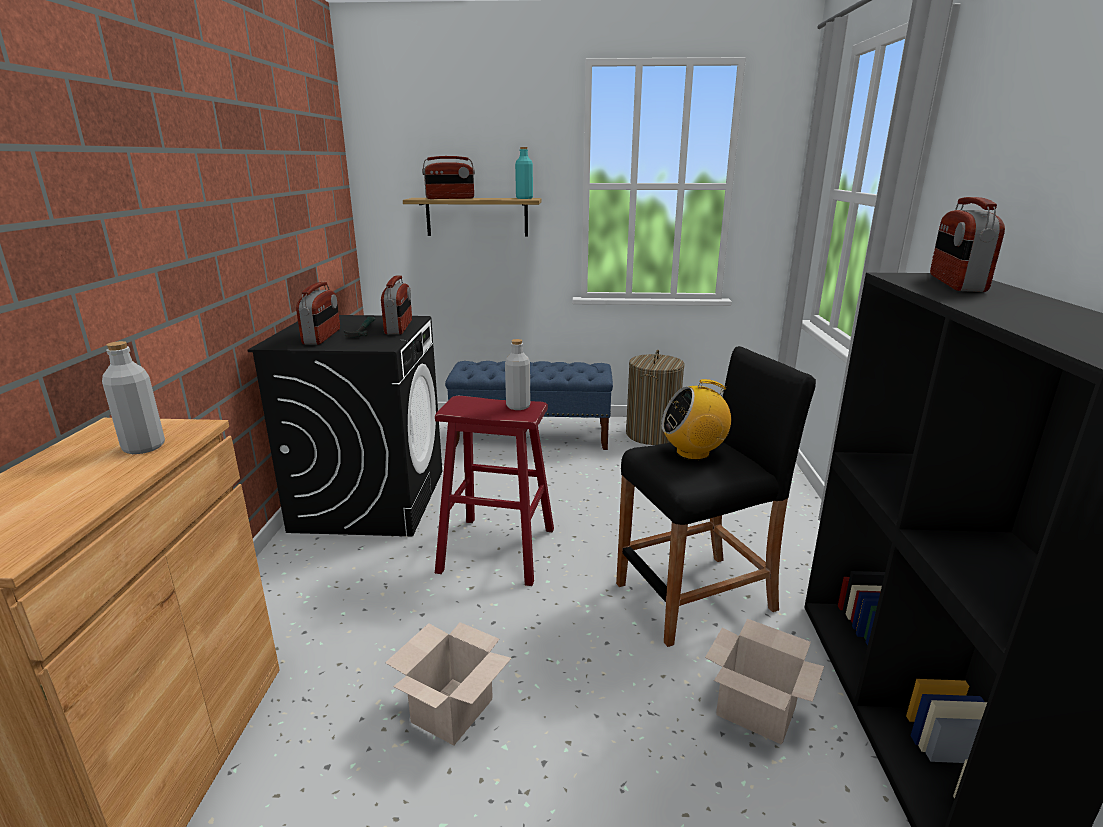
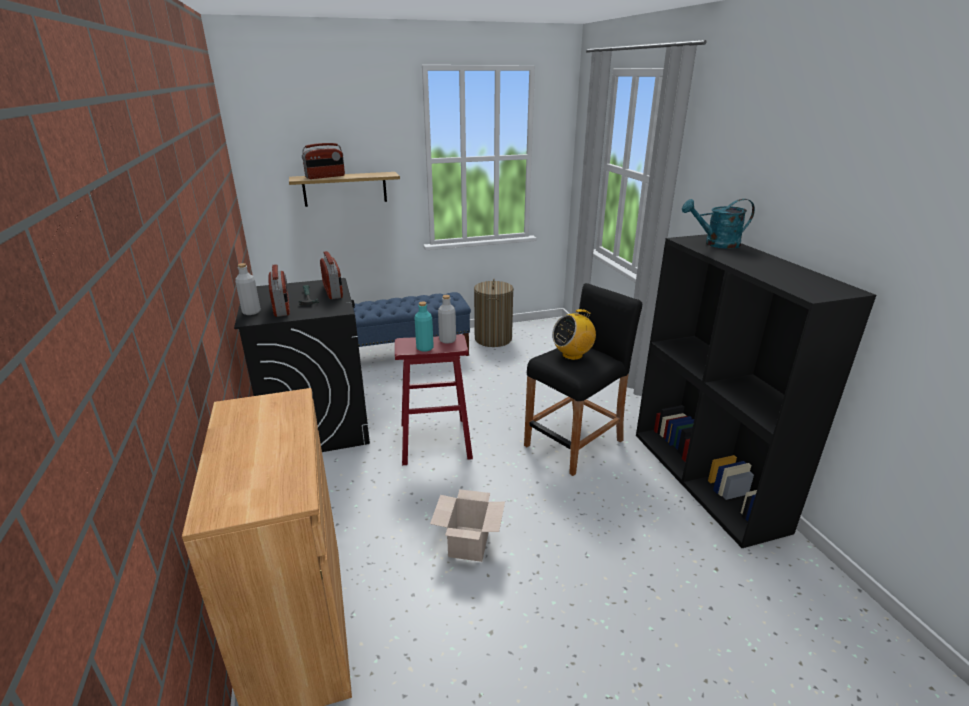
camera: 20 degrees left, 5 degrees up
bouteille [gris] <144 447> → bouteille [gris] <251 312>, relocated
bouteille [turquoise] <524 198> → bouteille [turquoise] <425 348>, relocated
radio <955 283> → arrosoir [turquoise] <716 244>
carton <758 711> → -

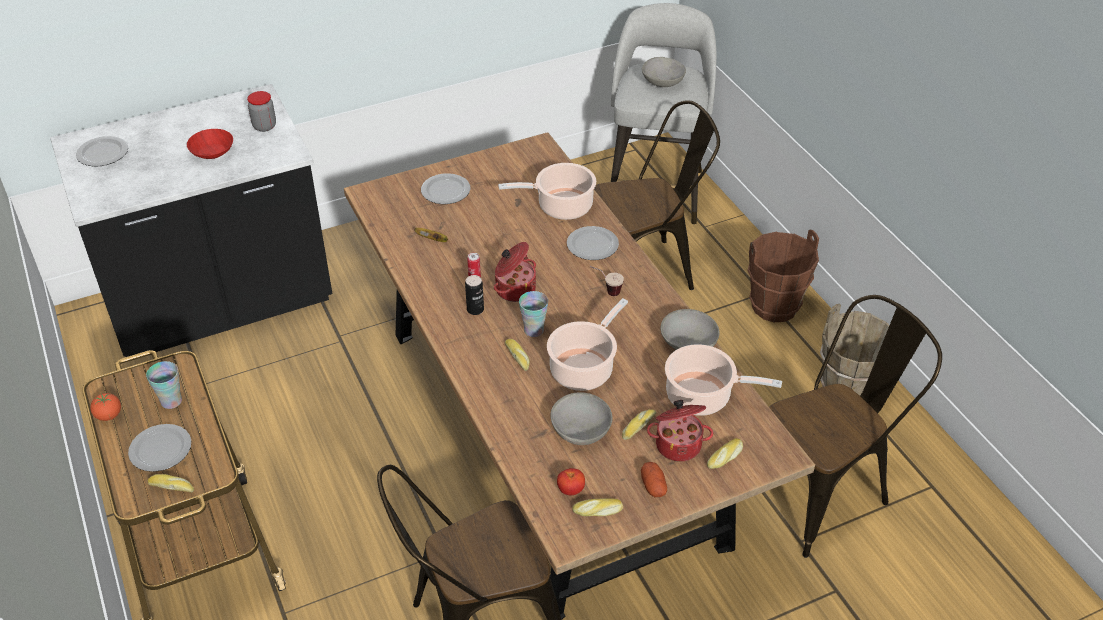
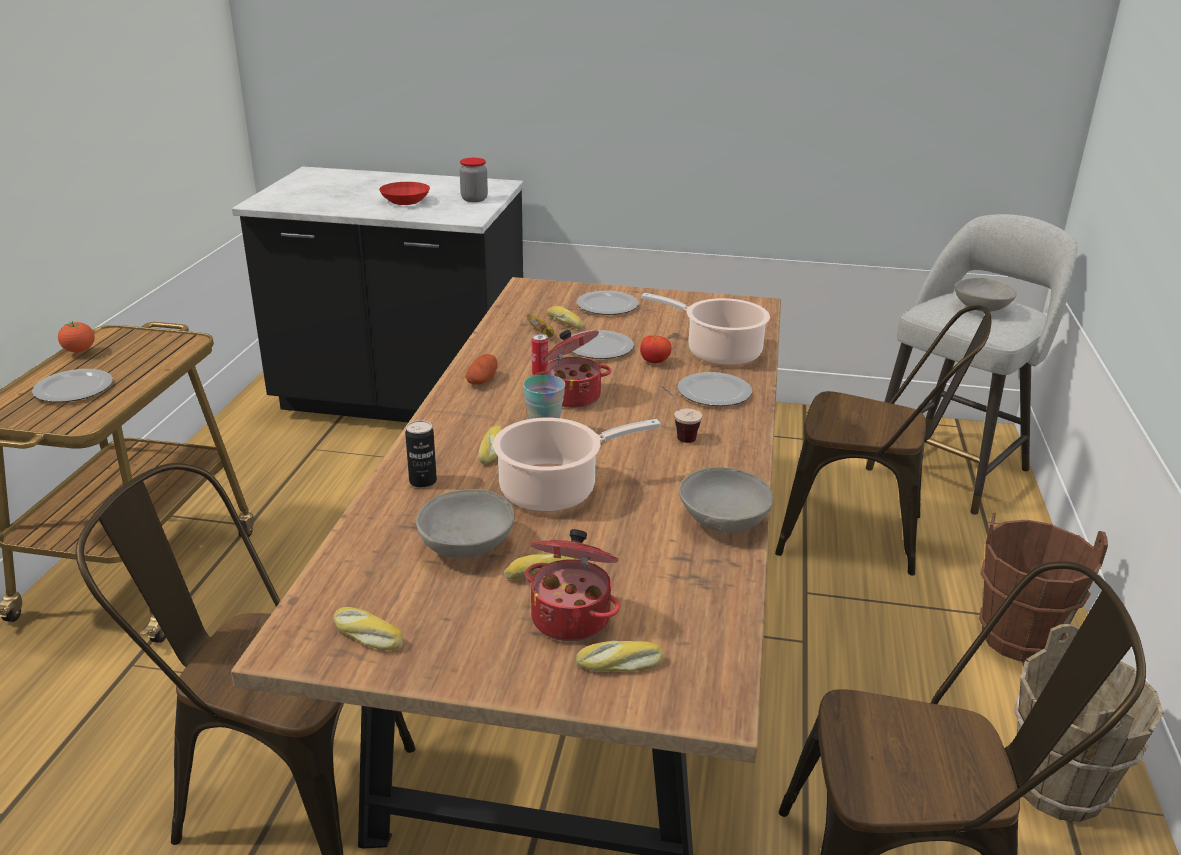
camera: 35 degrees right, 15 degrees down
boîte métallique <475 309> → boîte métallique <423 481>, relocated
pomme de terre <653 486> → pomme de terre <482 380>, relocated
pain <172 486> → pain <565 323>, relocated
assiette <102 154> → assiette <598 348>, relocated
tomate <571 490> → tomate <655 362>, relocated
tasse <171 401> → -
marmite <702 397> → -

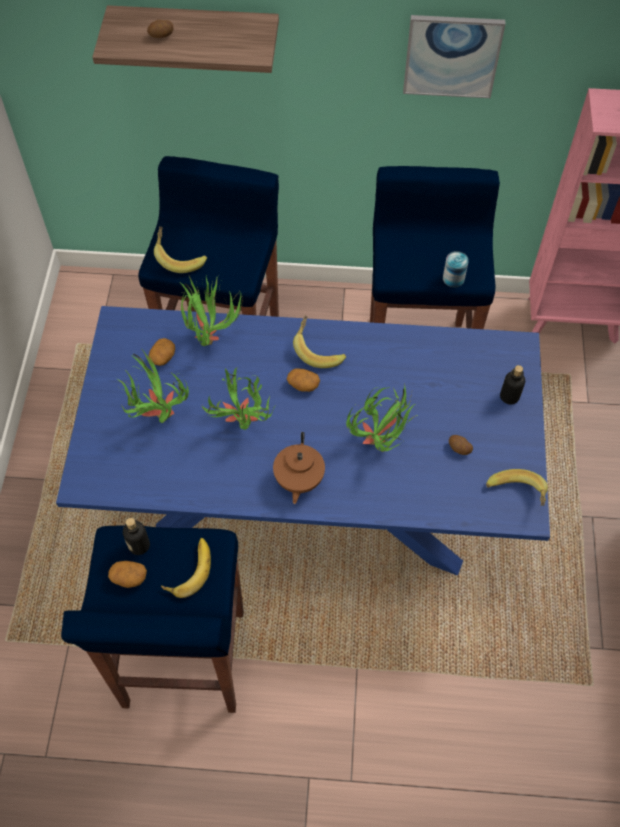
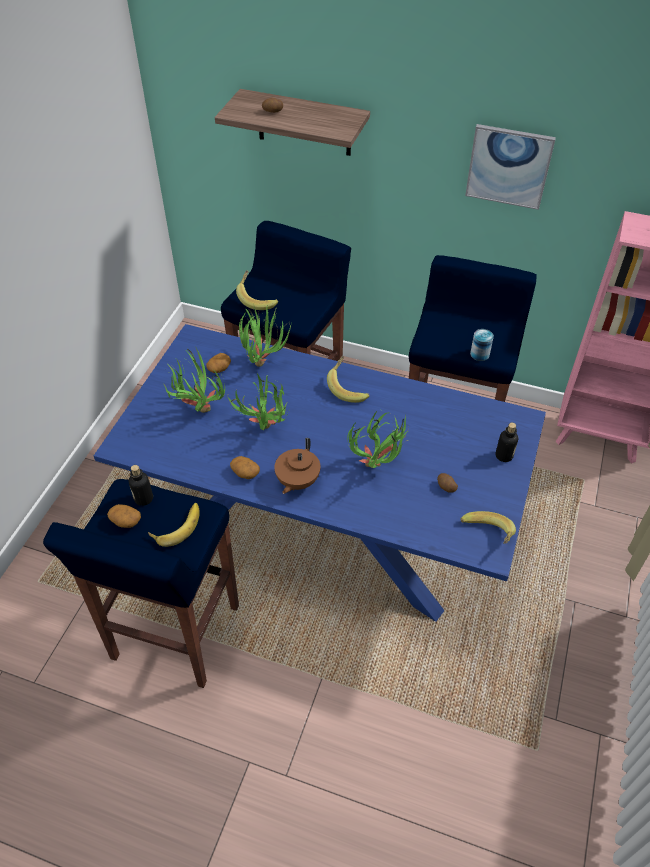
camera: 15 degrees right, 10 degrees down
pomme de terre <303 385> → pomme de terre <245 472>, relocated

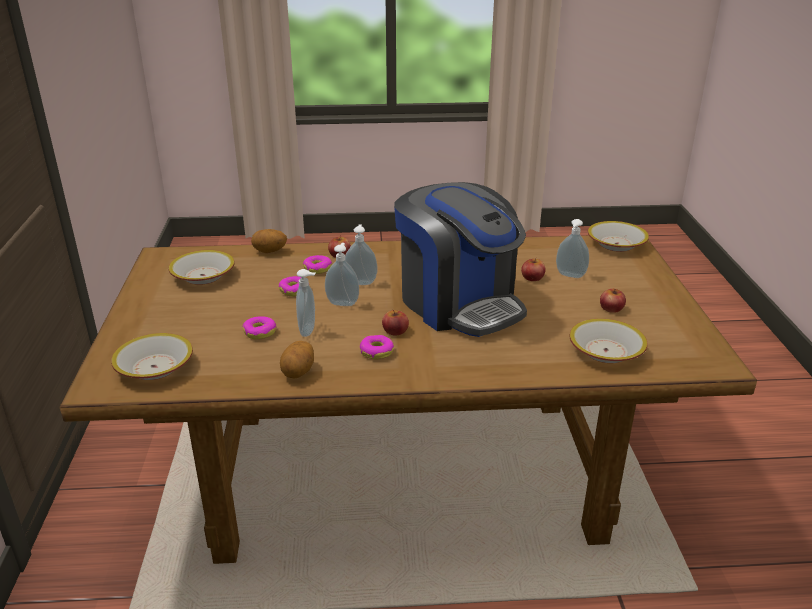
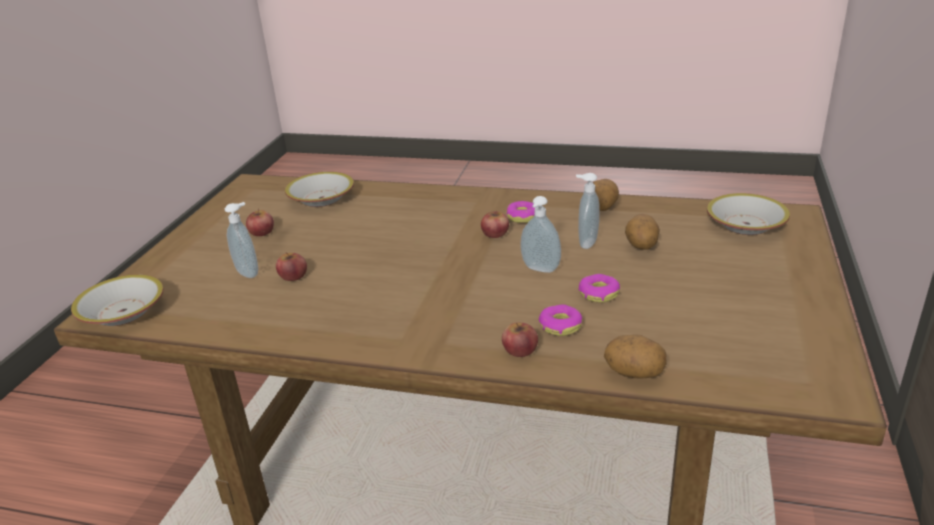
camera: 160 degrees left, 0 degrees up
beignet <260 332> → pomme de terre <641 246>
bol <202 276> → -
distributeur de savon <361 282> → -
machine à café <459 303> → -

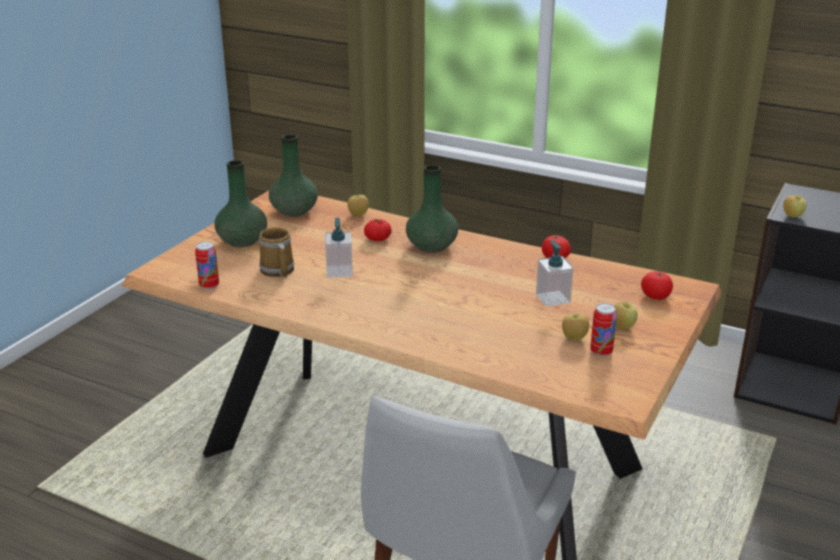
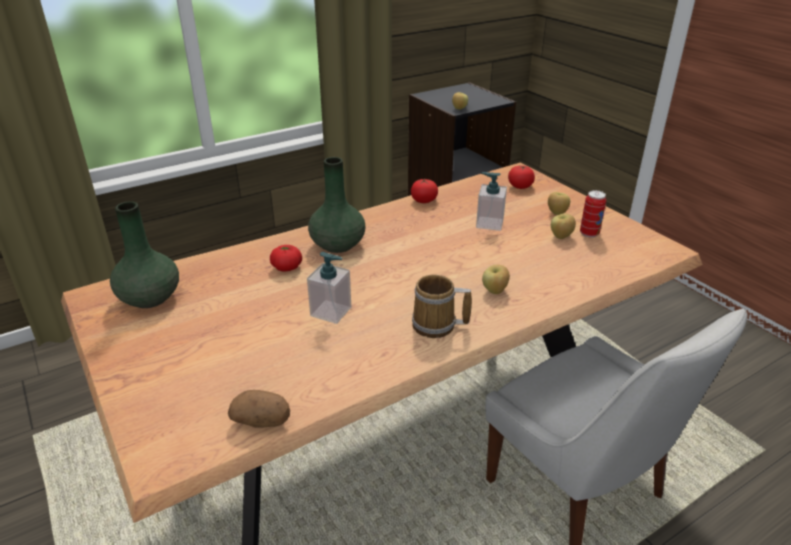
camera: 60 degrees left, 5 degrees up
boîte métallique <209 286> → pomme de terre <262 421>
mug <277 270> → mug <437 326>, relocated
pomme <358 215> → pomme <495 291>, relocated
vase [vert] <242 240> → -

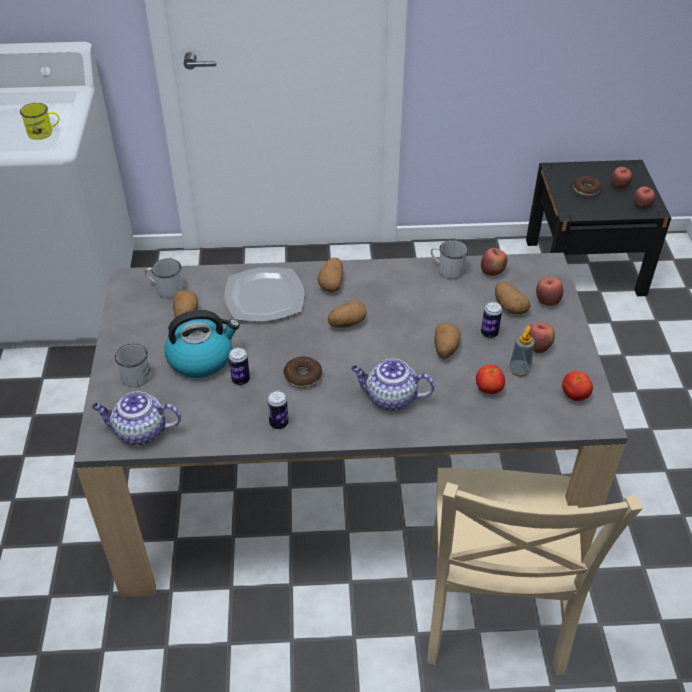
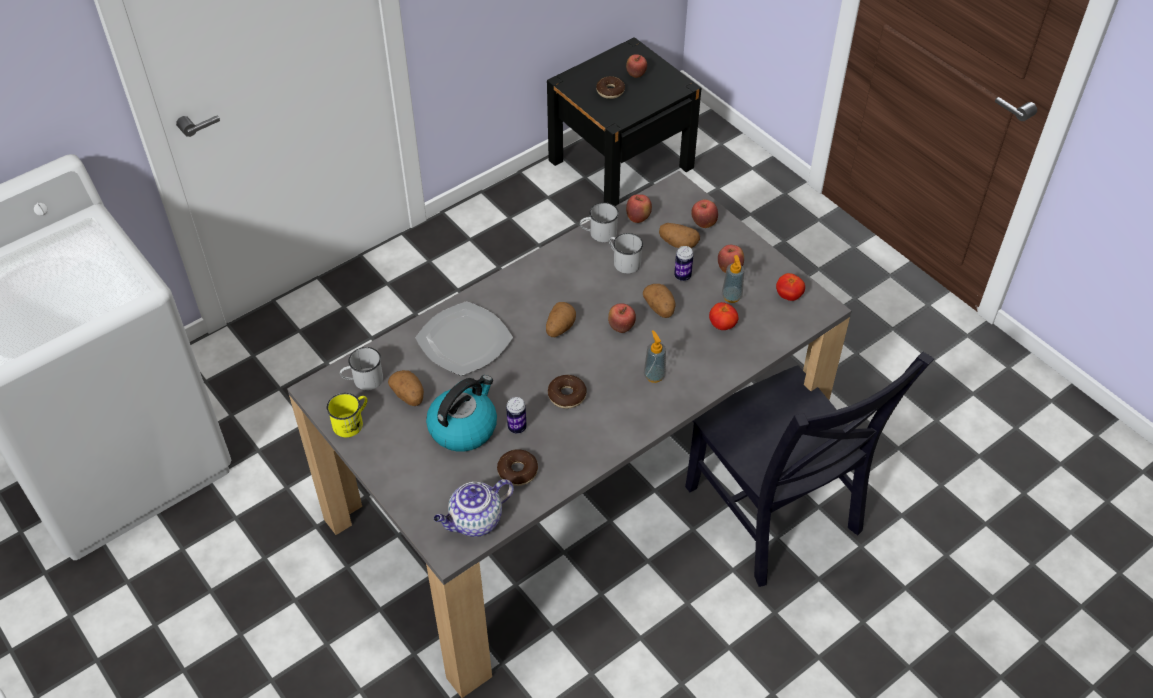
camera: 35 degrees left, 5 degrees up
mug [jaune] <44 132> → mug [jaune] <352 422>, relocated
- → beignet <517 471>
pomme <641 207> → pomme <621 328>, relocated
mug [blanc] <136 373> → mug [blanc] <623 261>, relocated
théière <390 398> → distributeur de savon <654 375>
chaise [beige] <492 611> → chaise [noir] <775 515>
boîte métallique <279 423> → -
pomme de terre <332 283> → -

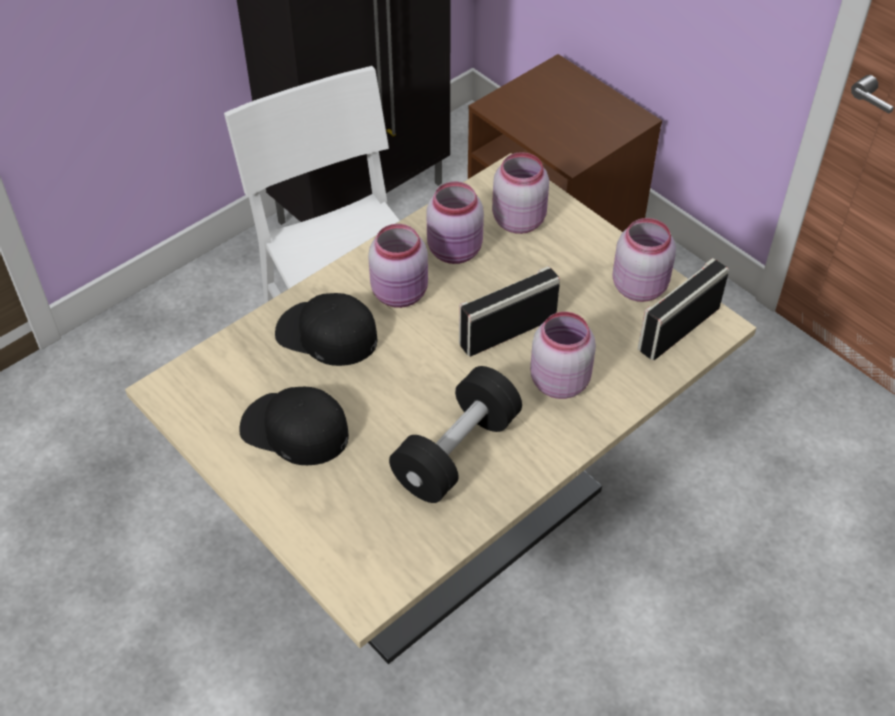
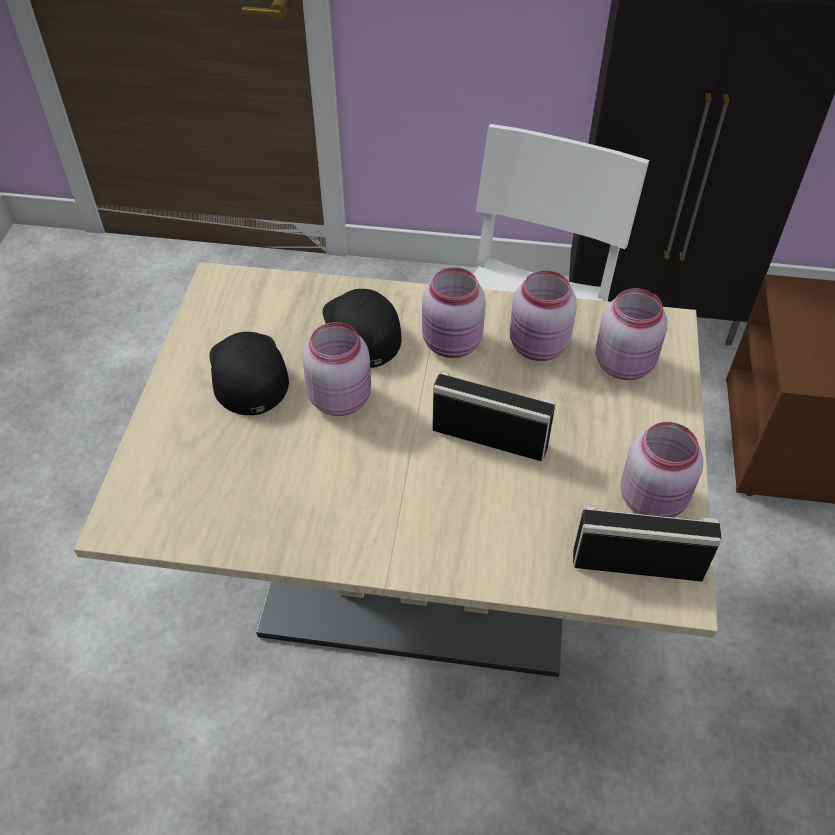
camera: 50 degrees right, 0 degrees up
bocal [rose] <559 380> → bocal [rose] <341 397>, relocated
haltère [noir] <456 452> → -

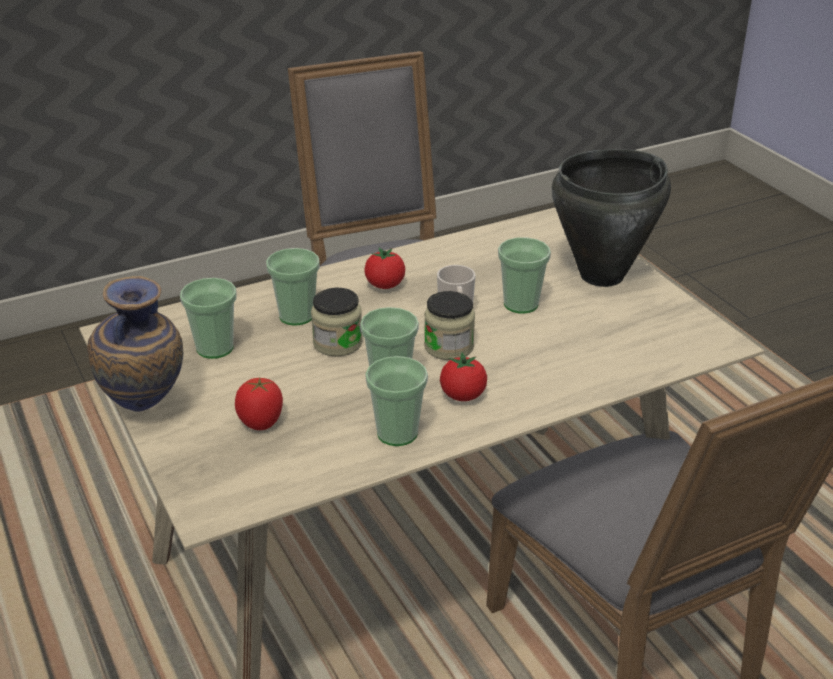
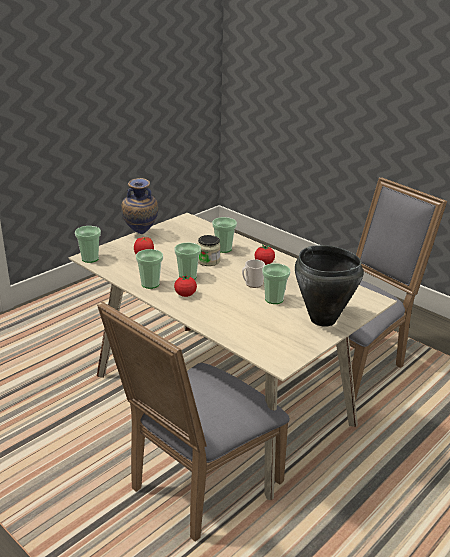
camera: 70 degrees right, 5 degrees down
tasse <215 348> → tasse <90 258>, relocated
bocal <449 347> → -

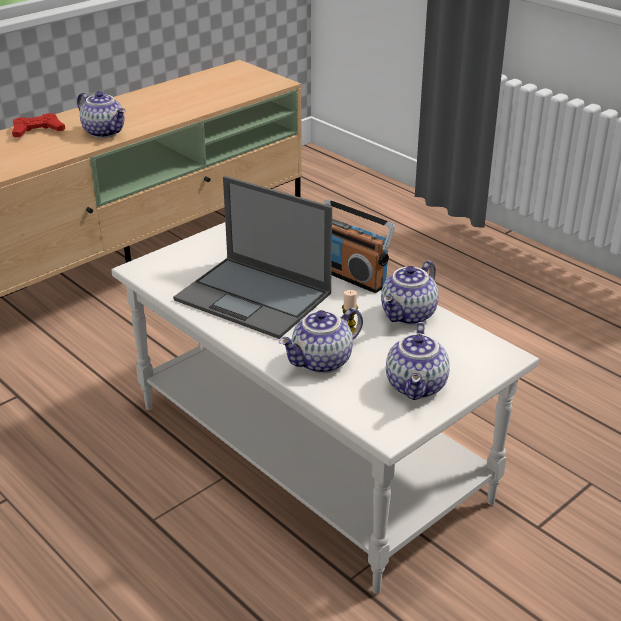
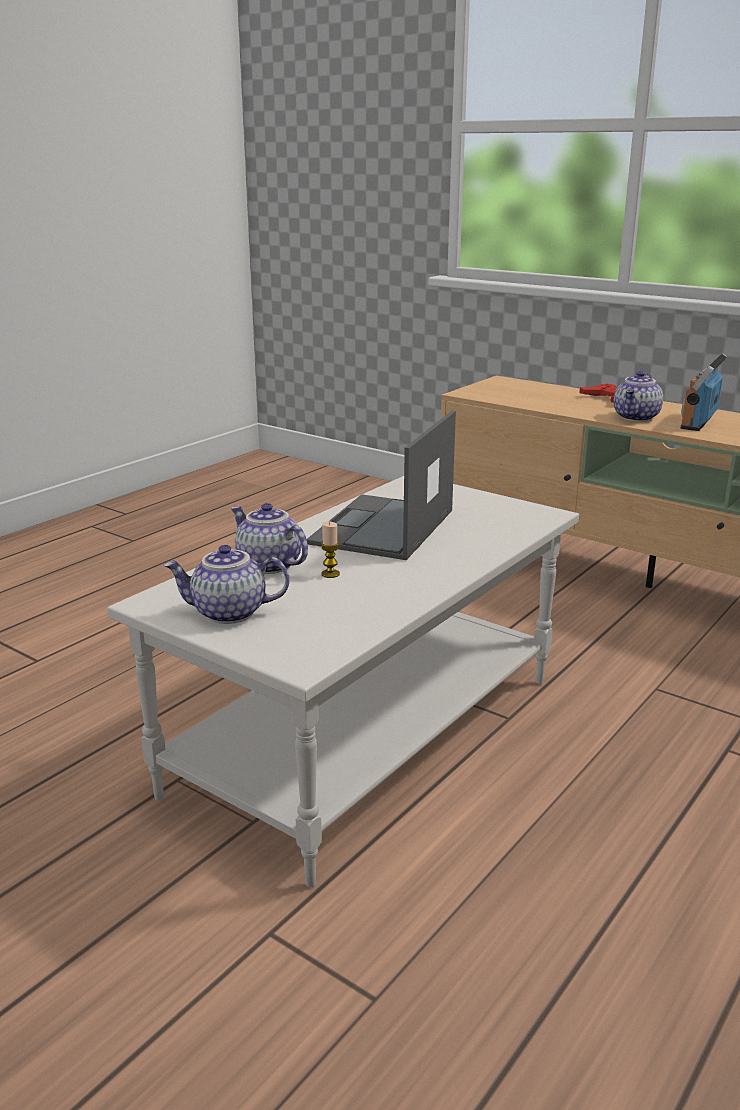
camera: 80 degrees right, 10 degrees down
radio <351 276> → radio <698 422>, relocated
théière <409 315> → -

